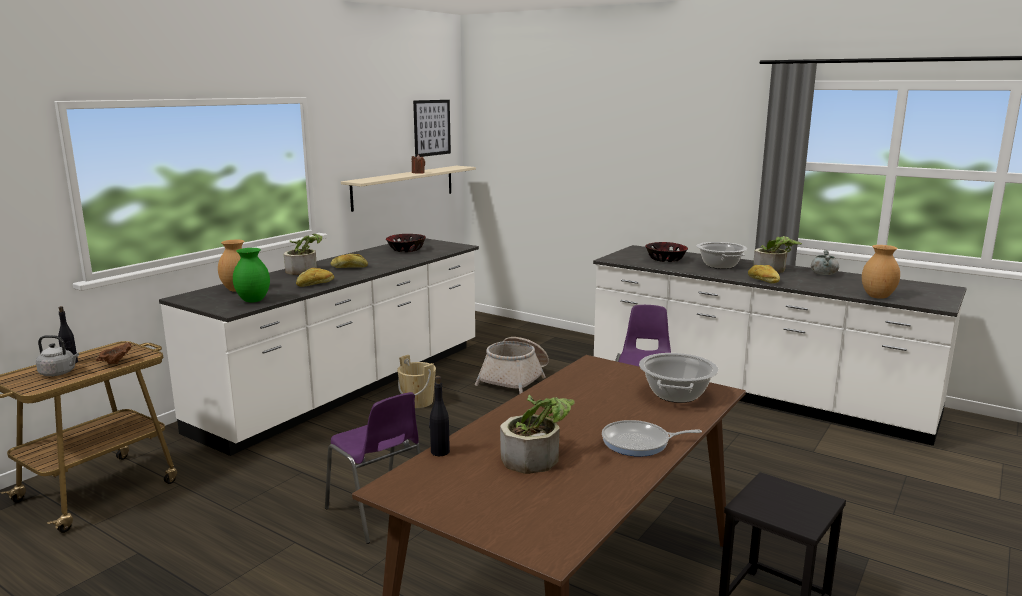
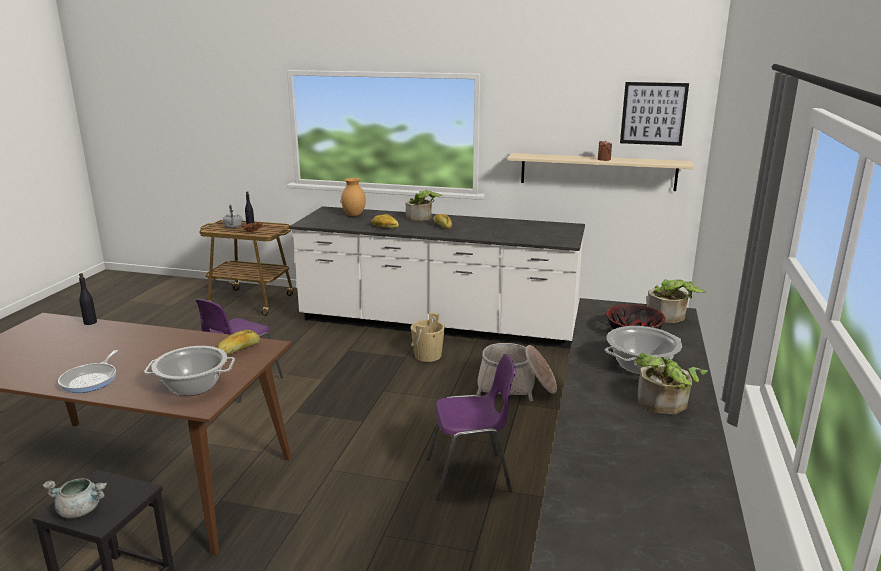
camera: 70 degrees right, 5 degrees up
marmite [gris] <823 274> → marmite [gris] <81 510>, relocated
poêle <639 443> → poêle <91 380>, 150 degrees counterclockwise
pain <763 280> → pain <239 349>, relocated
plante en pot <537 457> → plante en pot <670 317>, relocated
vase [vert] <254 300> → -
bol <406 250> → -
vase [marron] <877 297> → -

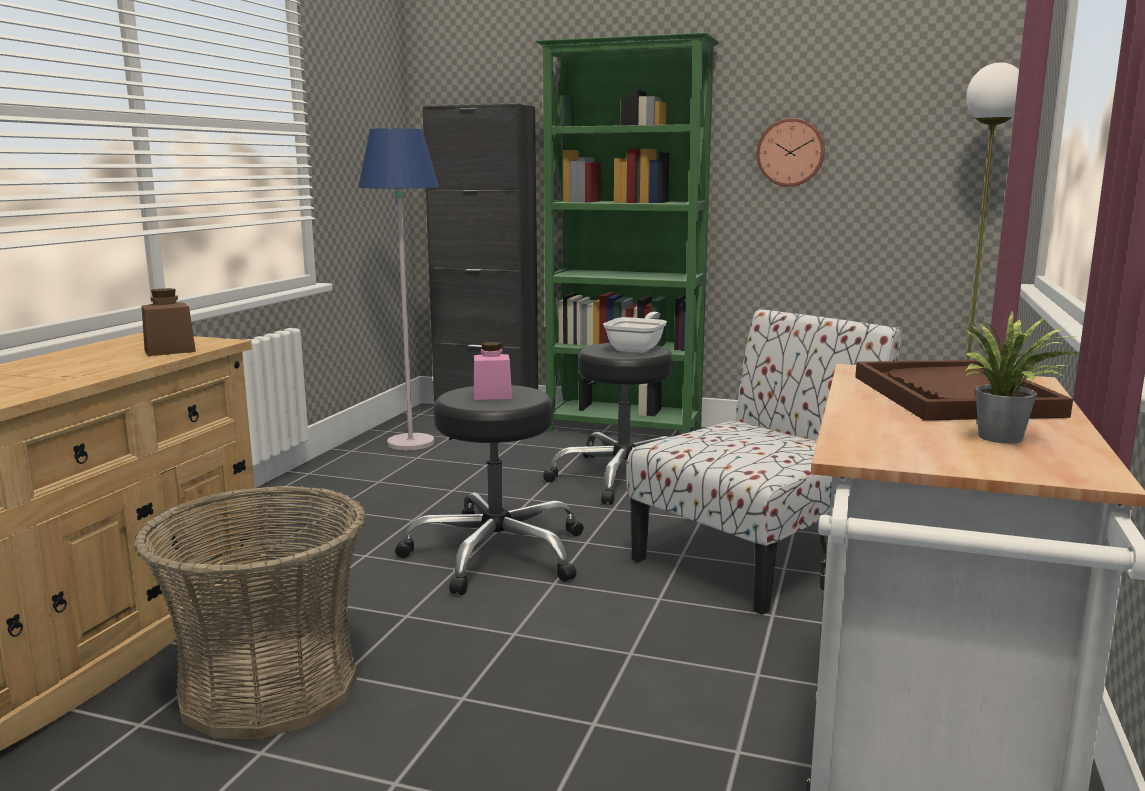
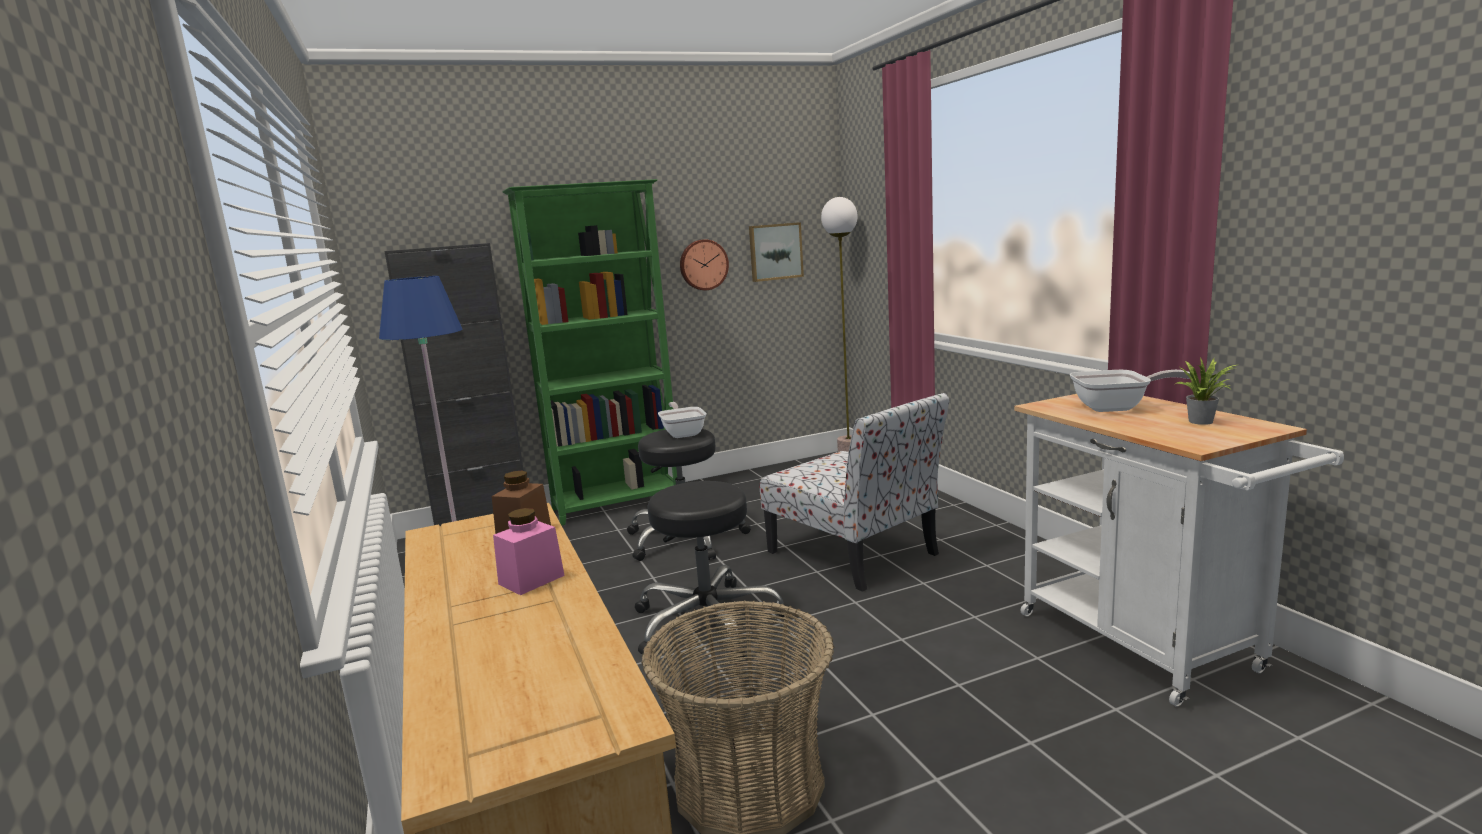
camera: 40 degrees left, 0 degrees up
bocal [rose] <492 395> → bocal [rose] <531 580>, relocated
- → tableau <775 251>
chaise <756 556> → chaise <855 554>, 135 degrees clockwise
plateau [marron] <954 396> → poêle <1117 408>

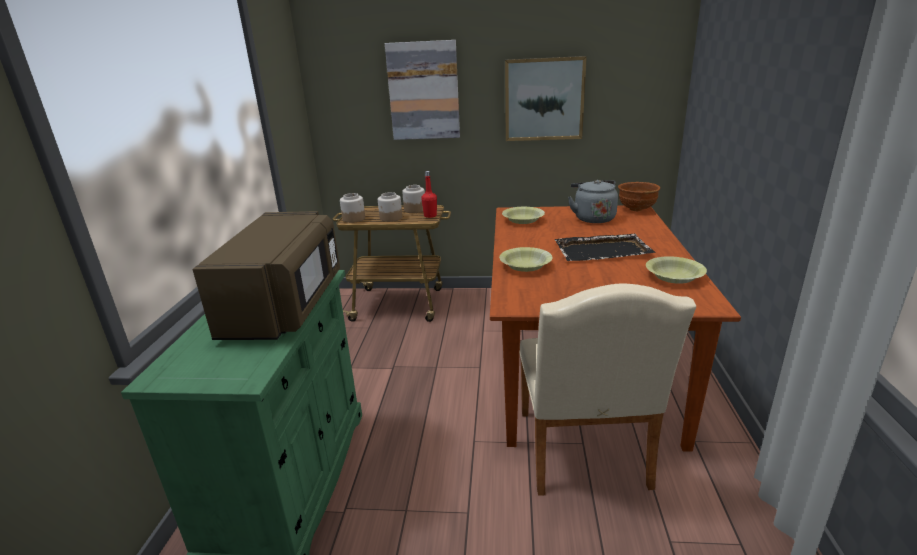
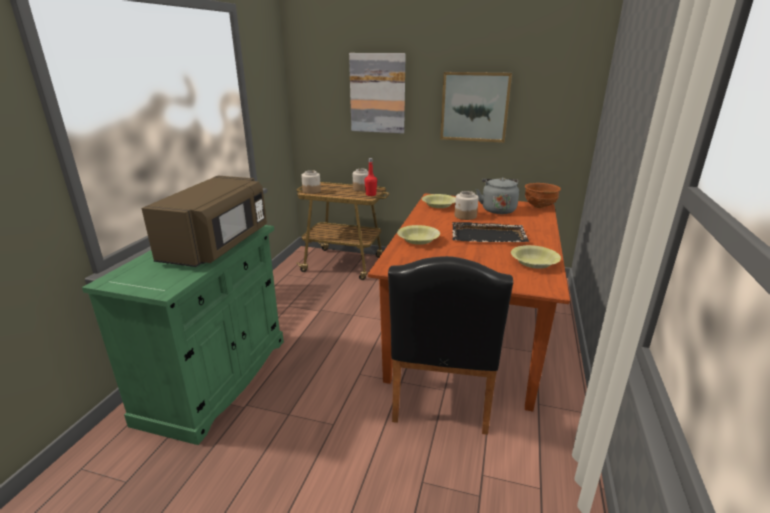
camera: 10 degrees right, 0 degrees up
chaise [beige] <583 455> → chaise [noir] <441 399>
bocal <391 218> → bocal <465 216>, relocated

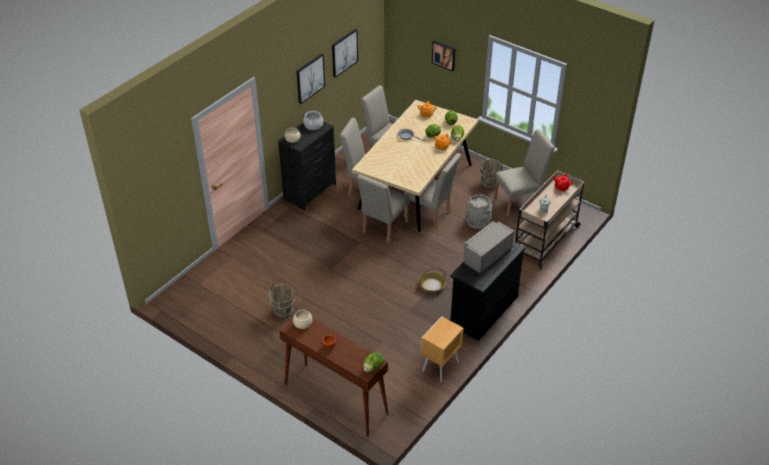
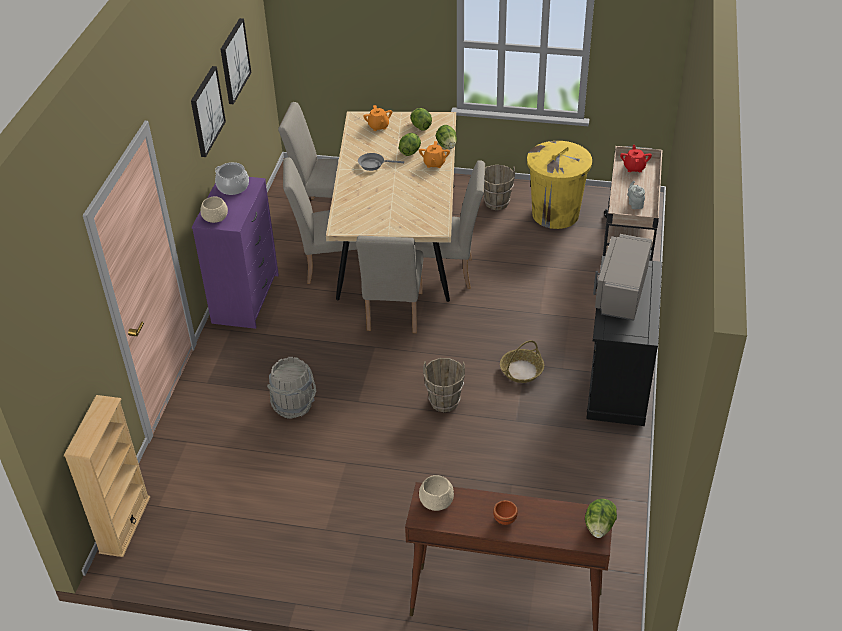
camera: 25 degrees left, 0 degrees up
- → bibliothèque [beige] <124 524>
commode [noir] <310 192> → commode [violet] <246 299>
seau [gris] <477 222> → seau [gris] <293 405>, relocated
seau [marron] <283 312> → seau [marron] <444 402>, relocated
chaise [beige] <520 202> → poubelle [jaune] <555 214>
table de chevet [marron] <439 367> → -
tableau <444 55> → -

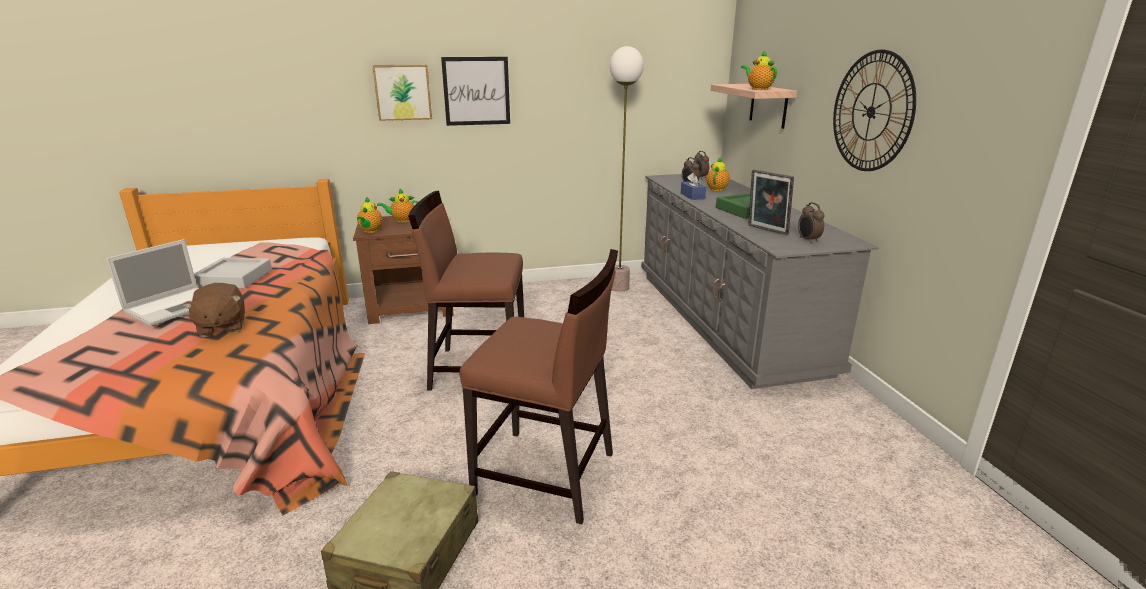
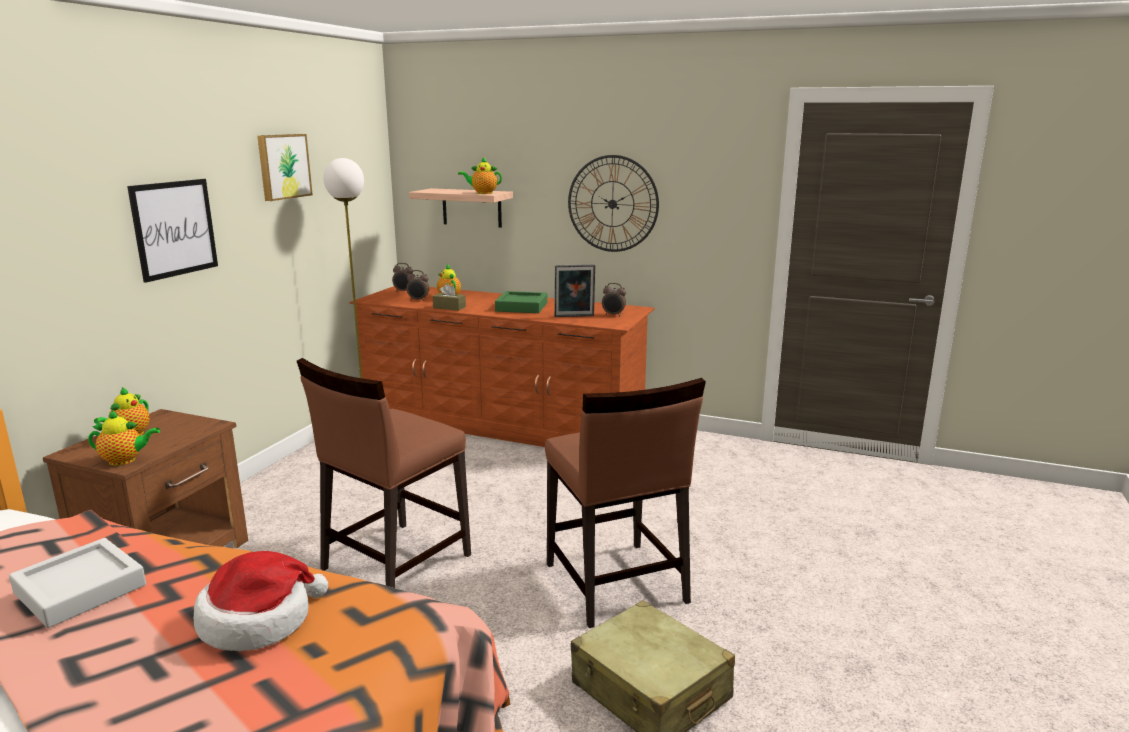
camera: 55 degrees left, 5 degrees down
théière <370 231> → théière <125 460>, 45 degrees counterclockwise
peluche [marron] <221 327> → chapeau <259 620>
tableau <403 92> → tableau <283 166>, relocated
commode [gris] <724 319> → commode [marron] <502 422>
boîte à mouchoirs [bleu] <692 196> → boîte à mouchoirs [marron] <449 307>
chaise [marron] <546 475> → chaise [marron] <615 584>, 105 degrees clockwise
ordinateur portable <176 306> → -

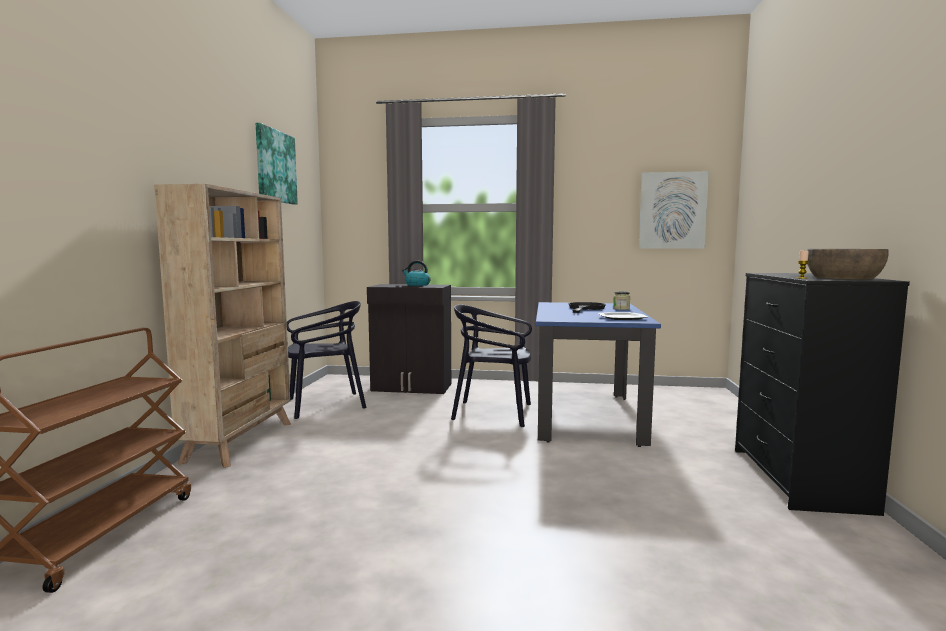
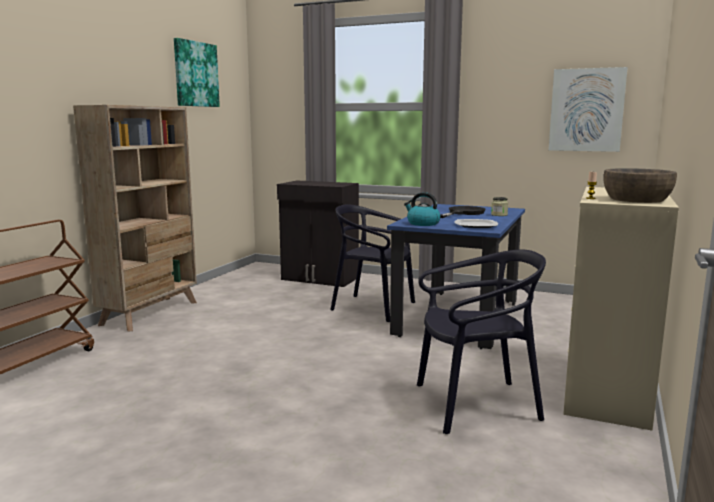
camera: 15 degrees right, 5 degrees up
bouilloire <417 285> → bouilloire <422 223>, relocated
chaise [noir] <325 405> → chaise [noir] <475 404>, relocated
commode [noir] <800 479> → commode [beige] <607 392>

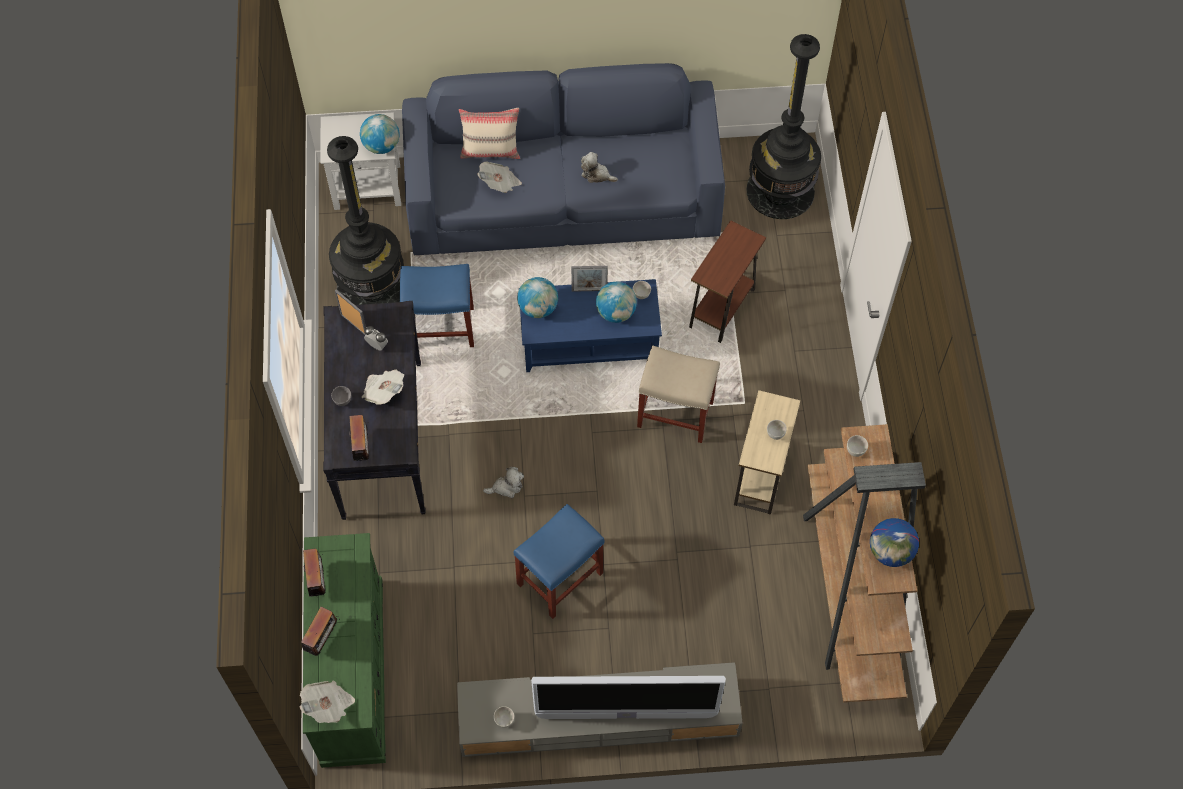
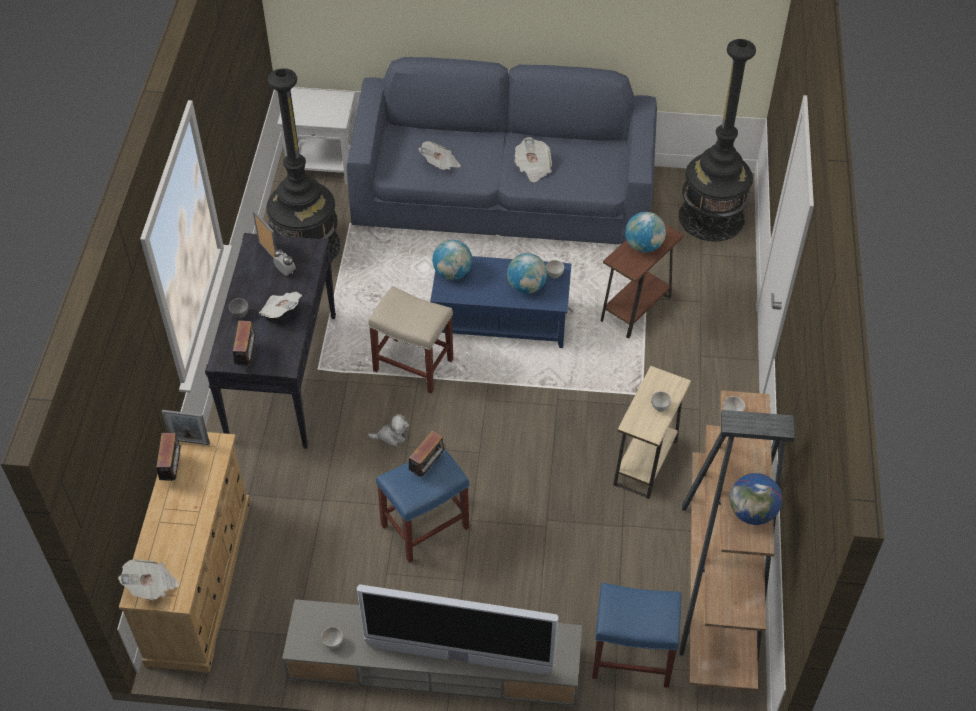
camera: 10 degrees right, 10 degrees down
commode [vert] <352 670> → commode [beige] <199 579>
cadre photo <589 290> → cadre photo <190 442>, relocated
tabouret [beige] <676 414> → tabouret [beige] <414 365>, relocated
radio <323 639> → radio <428 466>, relocated
peluche <596 174> → journal <533 168>
tabouret [bleu] <440 328> → tabouret [bleu] <630 657>, relocated
globe <381 146> → globe <643 246>, relocated
coussin [beige] <491 150> → -

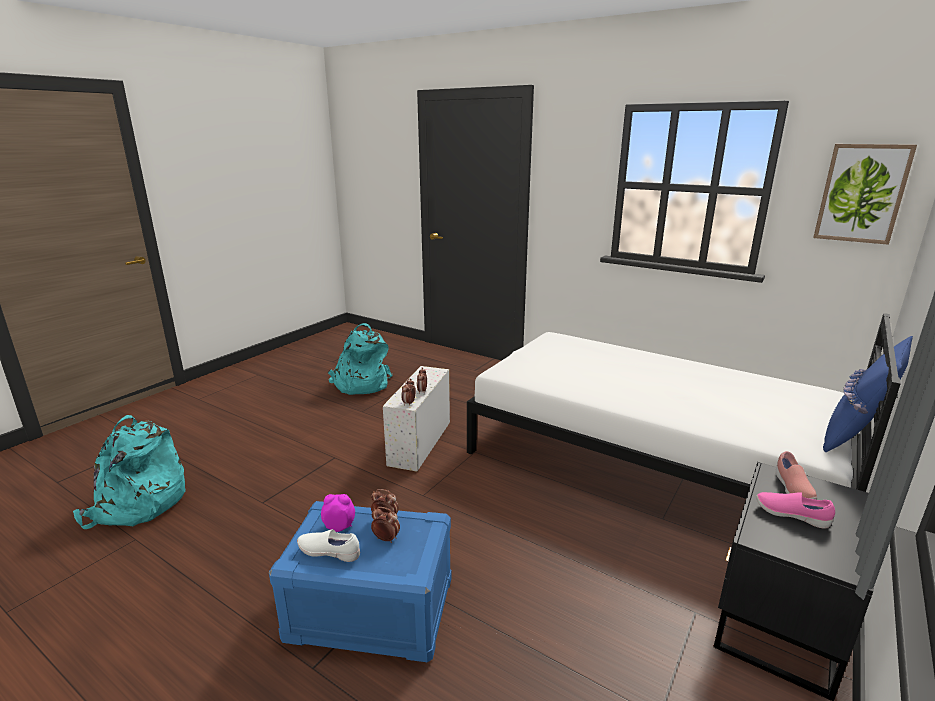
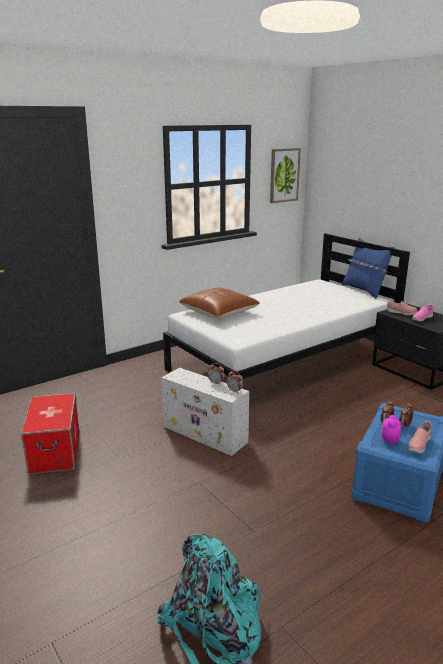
camera: 70 degrees left, 0 degrees up
sac à dos [turquoise] <360 384> → boîte de rangement <54 451>
- → coussin [marron] <219 312>
chaussure [blanc] <329 553> → chaussure [rose] <418 445>

